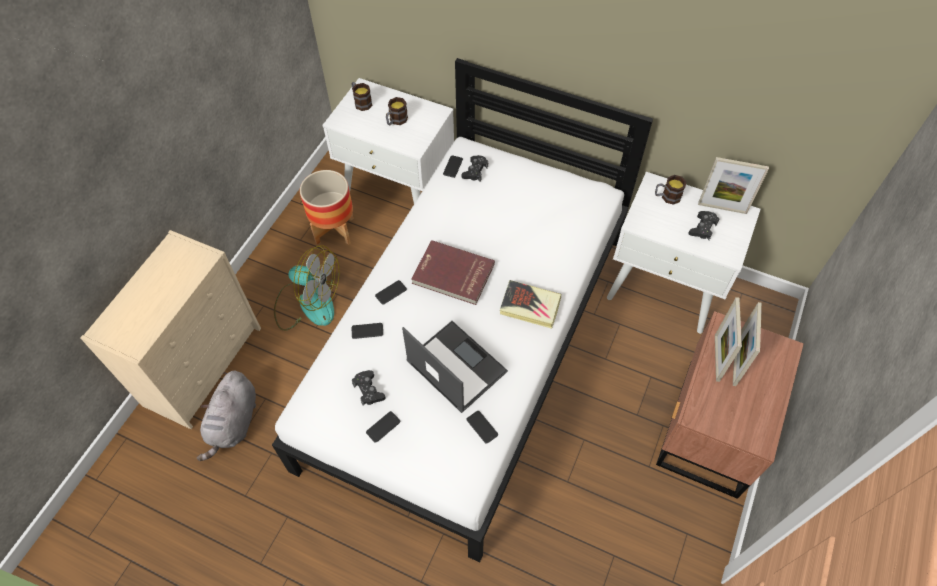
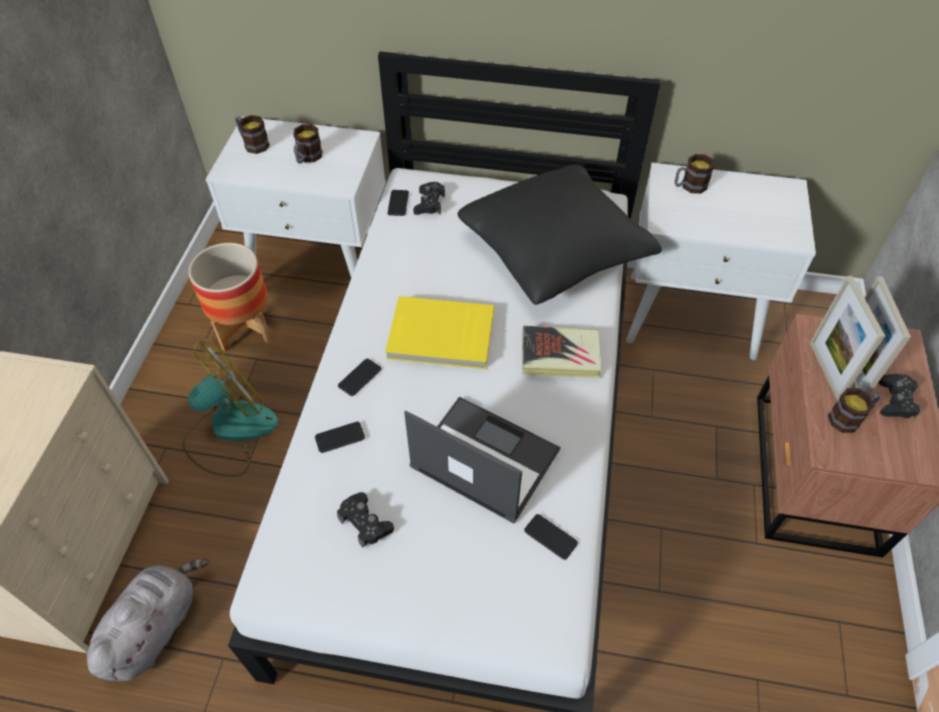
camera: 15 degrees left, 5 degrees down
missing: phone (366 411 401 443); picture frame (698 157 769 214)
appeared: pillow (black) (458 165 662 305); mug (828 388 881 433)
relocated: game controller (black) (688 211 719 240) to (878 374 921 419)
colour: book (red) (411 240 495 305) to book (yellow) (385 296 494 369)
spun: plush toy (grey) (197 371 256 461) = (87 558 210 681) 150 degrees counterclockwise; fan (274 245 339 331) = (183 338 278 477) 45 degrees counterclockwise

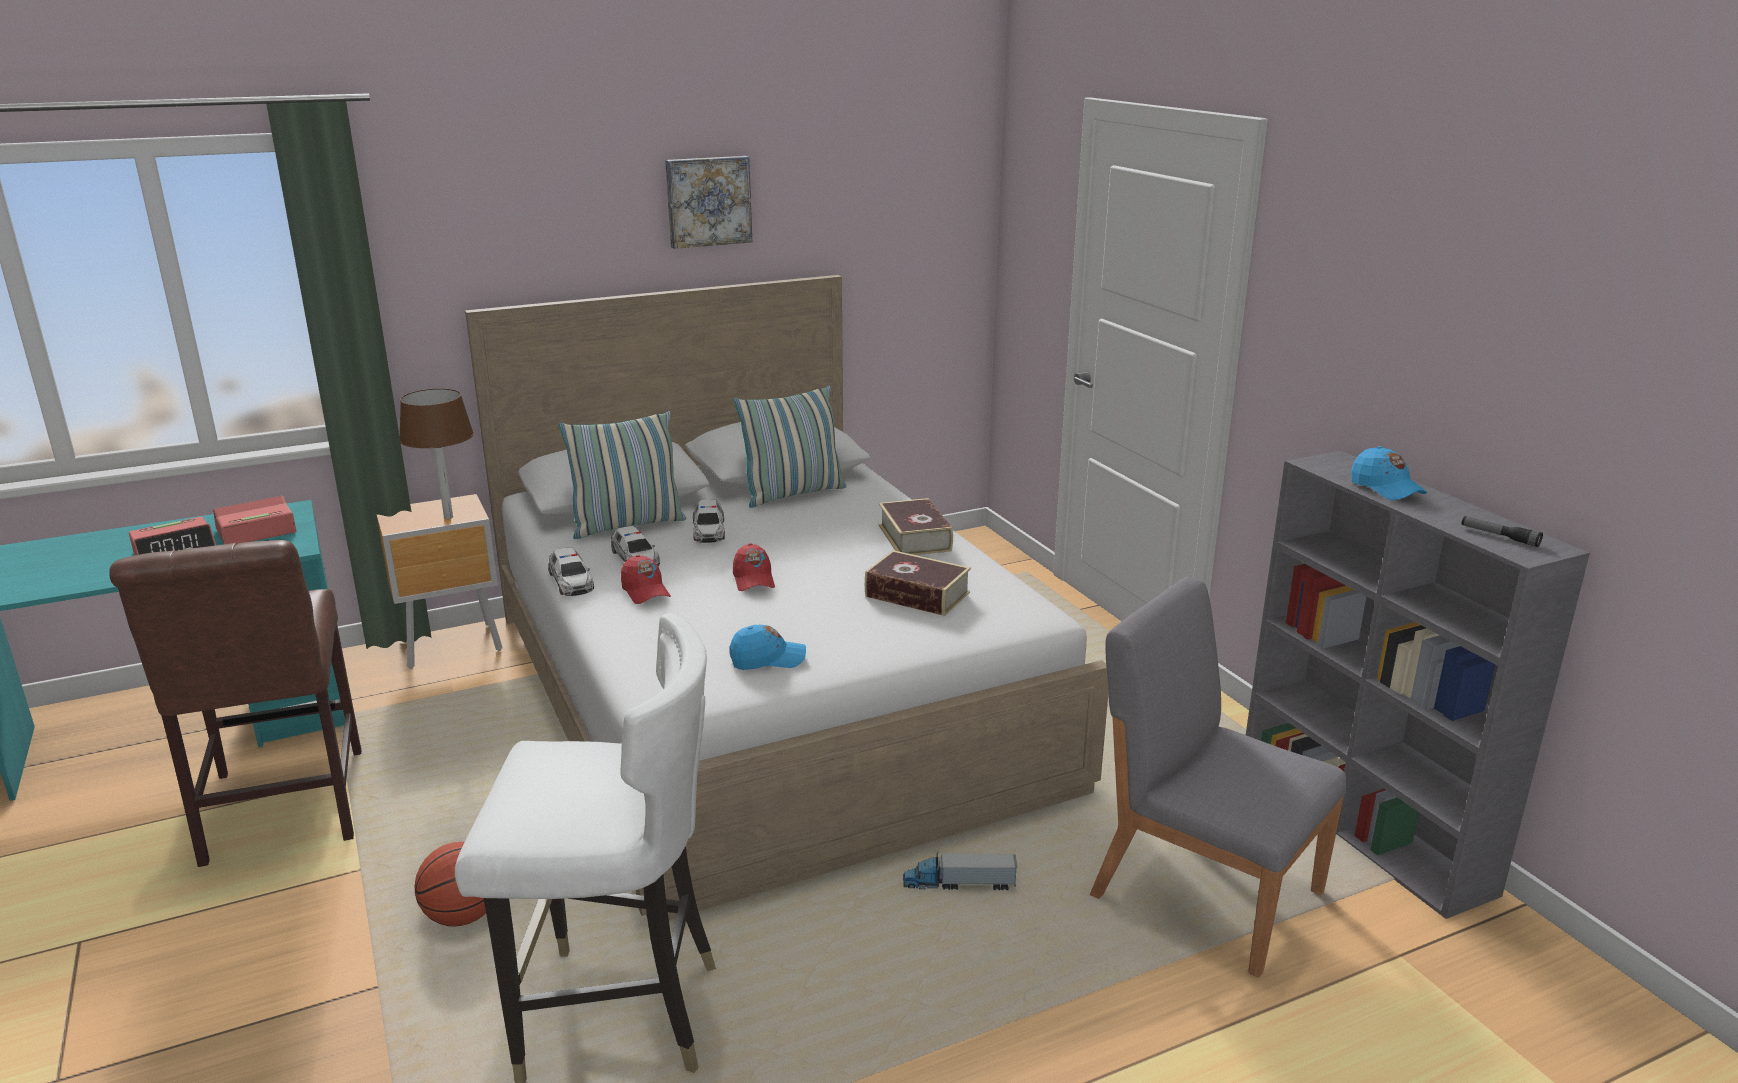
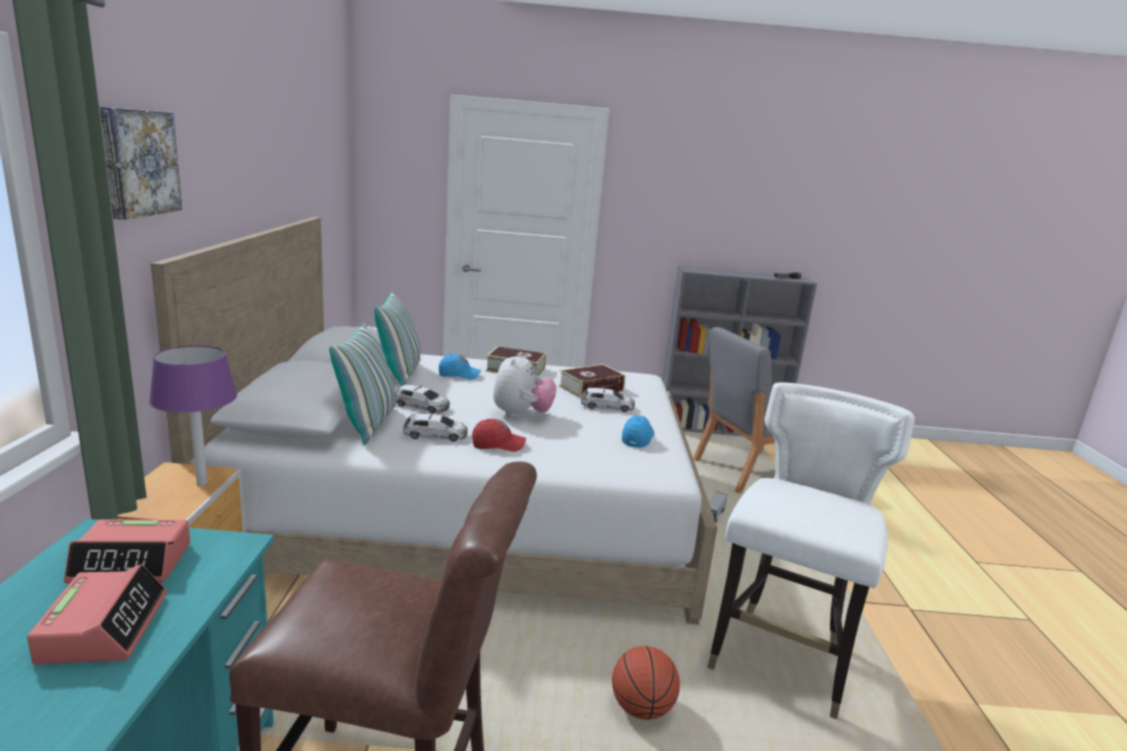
camera: 65 degrees left, 5 degrees down
relocated: picture (665 156 752 249) to (100 107 182 220); cap (blue) (1351 446 1427 500) to (439 354 481 380); toy car (548 547 594 596) to (581 388 635 412)
exchanged: cap (red) (733 543 775 591) to plush toy (493 352 556 418)
colour: table lamp (brown) (399 388 474 519) to table lamp (purple) (149 345 237 486)
spun: alarm clock (213 496 296 544) = (64 520 190 583) 90 degrees counterclockwise

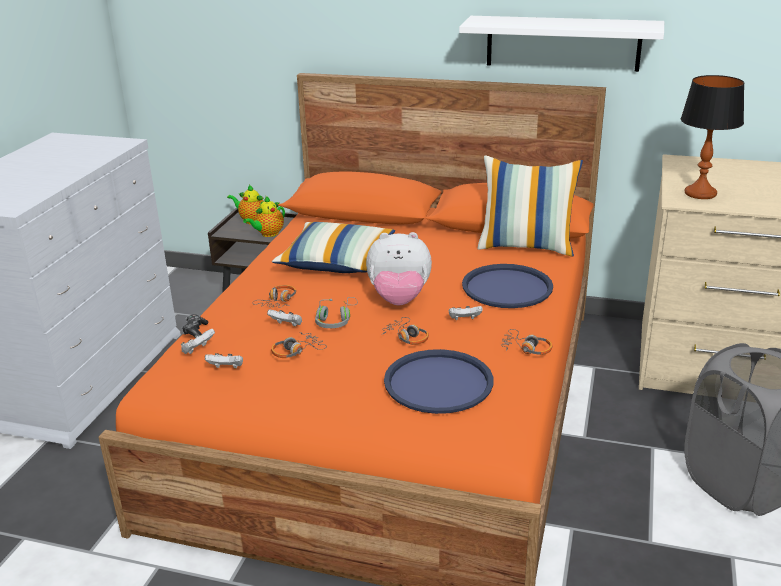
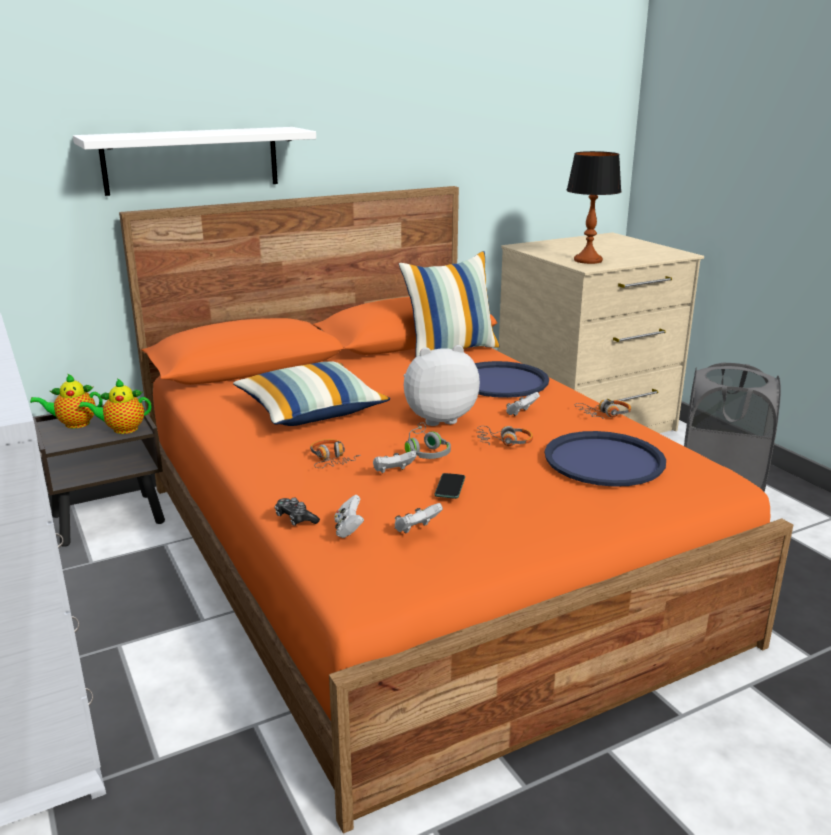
camera: 45 degrees left, 5 degrees down
relocated: shelf (white) (459 16 664 72) to (73 127 316 196)
exchanged: headphones (271 332 327 358) to phone (434 473 465 499)
spun: teapot (243 196 285 237) = (79 378 151 434) 75 degrees clockwise; plush toy (366 232 432 306) = (404 345 480 426) 150 degrees counterclockwise

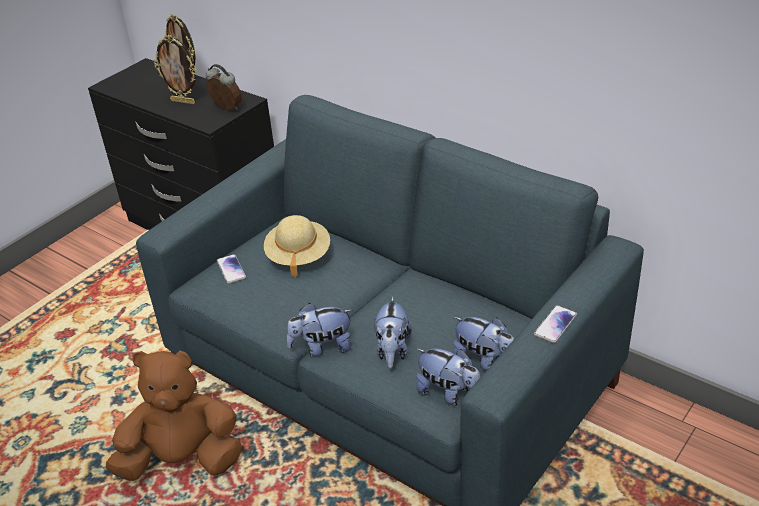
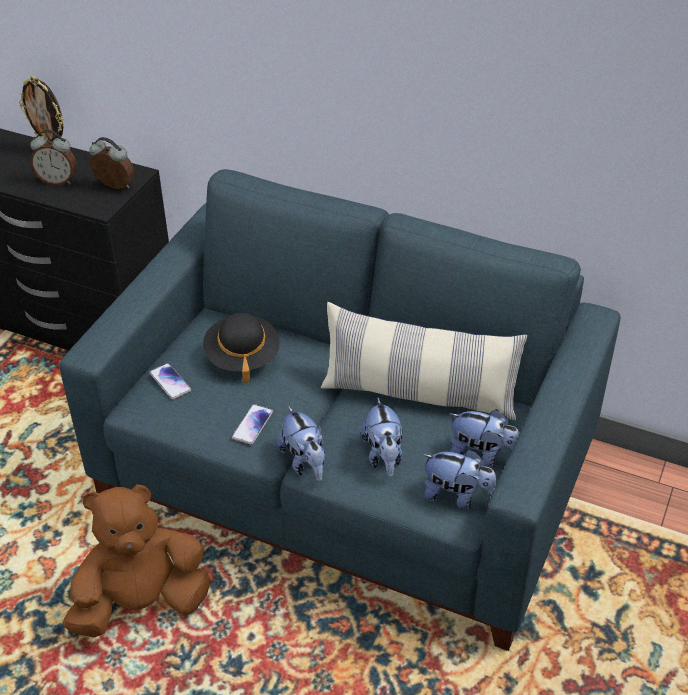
camera: 15 degrees left, 5 degrees up
appeared: pillow (321 302 527 421)
relocated: phone (534 305 577 343) to (232 404 273 444)
exchanged: picture frame (154 35 197 104) to alarm clock (30 130 76 186)
colour: hat (beige) (264 215 330 278) to hat (black) (203 313 279 383)
spun: plush toy (287 303 353 357) = (277 406 325 481) 90 degrees counterclockwise

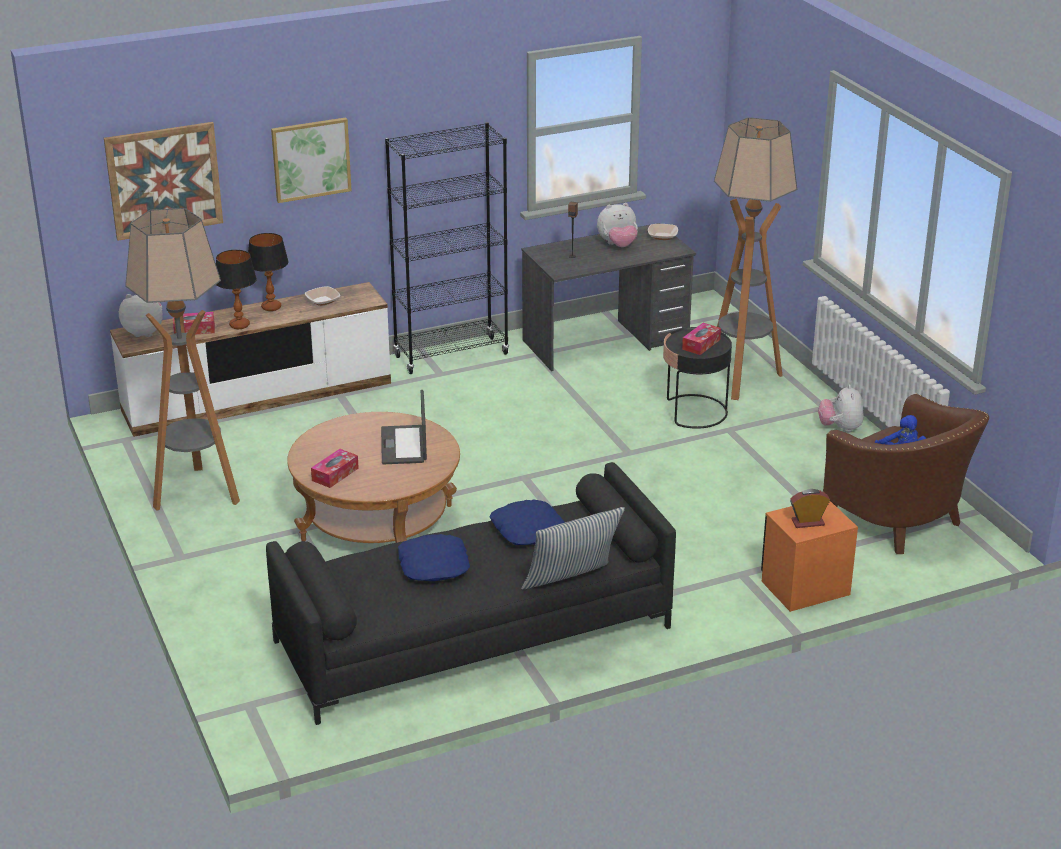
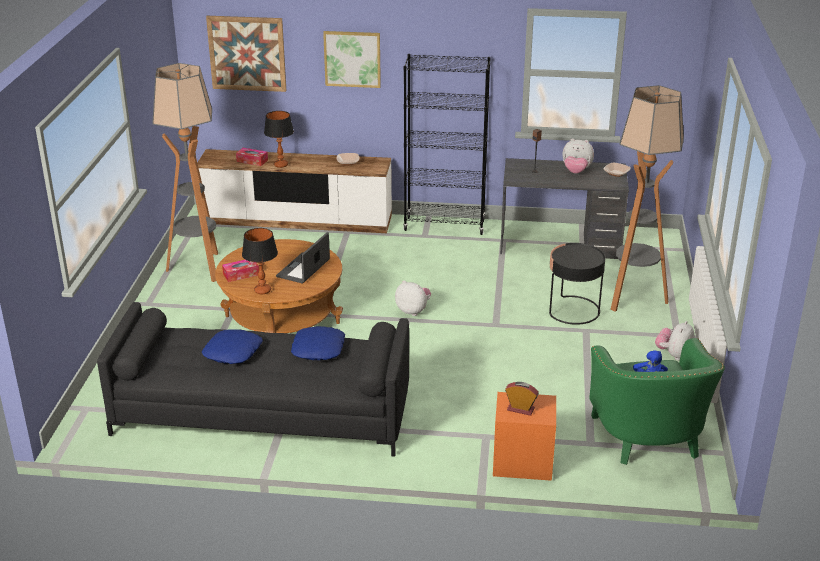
camera: 30 degrees right, 0 degrees up
missing: pillow (521 507 625 590); tissue box (682 323 721 355)
relocated: table lamp (248 233 289 311) to (242 228 278 294); plush toy (119 294 163 337) to (395 281 431 316)
colour: armchair (brown) (823 393 989 554) to armchair (green) (589 338 725 465)

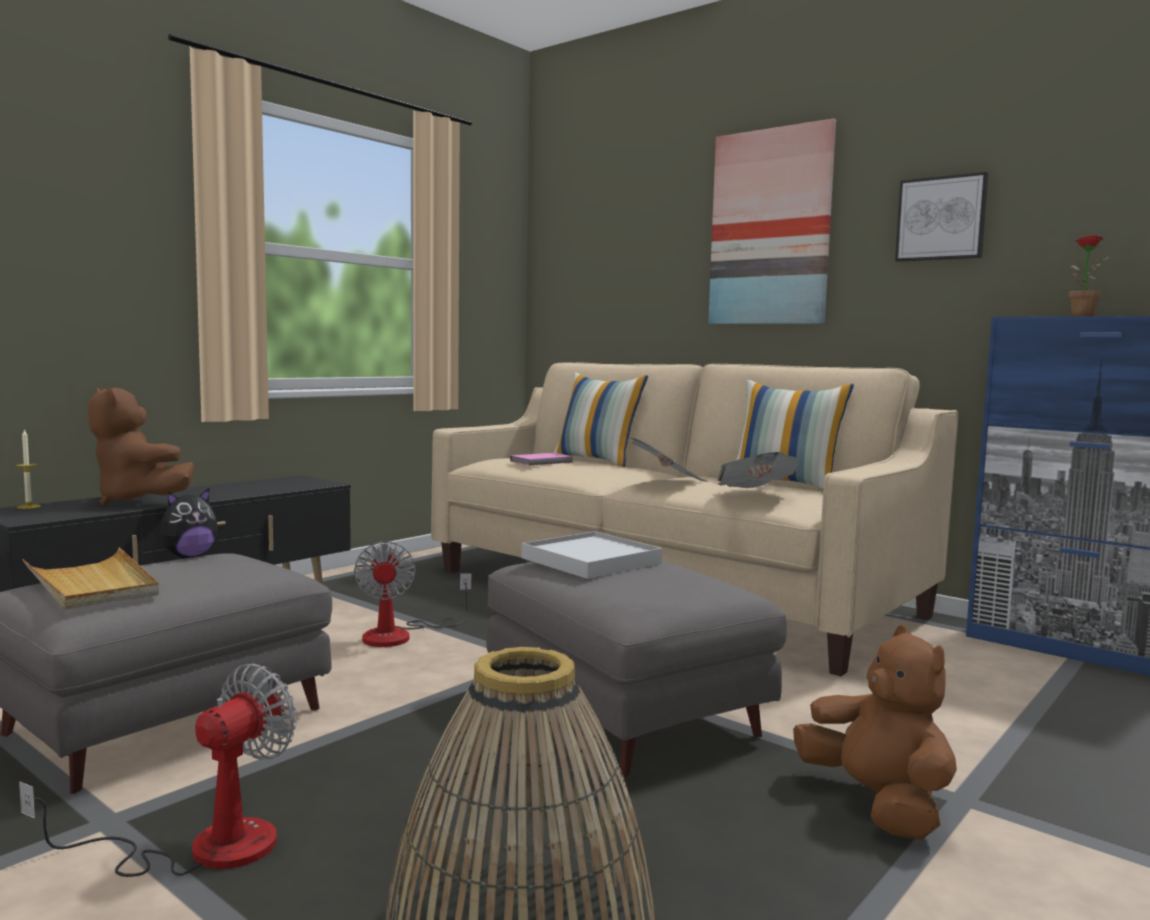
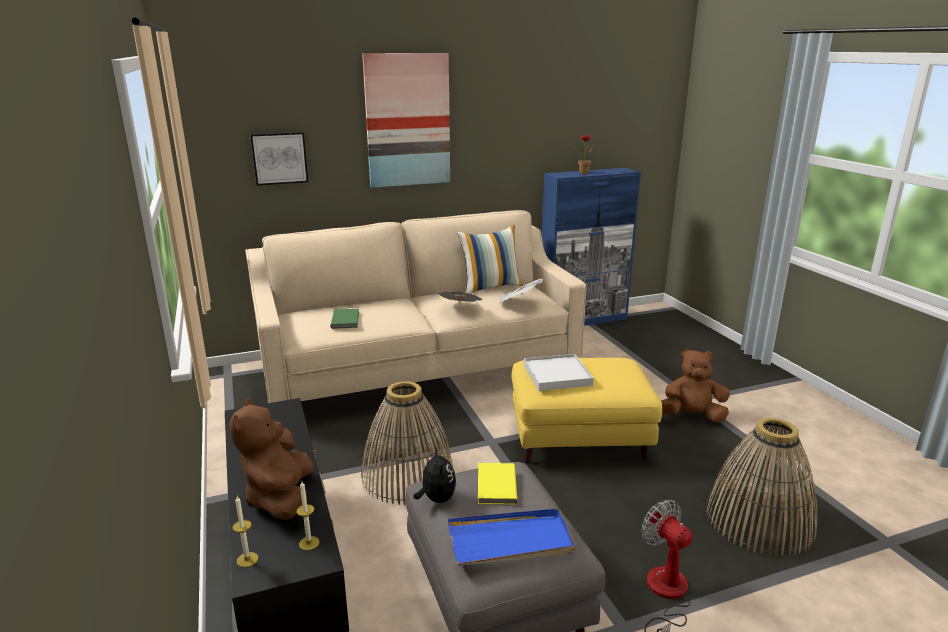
camera: 60 degrees left, 15 degrees up
missing: pillow (554 372 648 467)
appeared: candle (296 482 319 550); book (yellow) (478 463 517 504)
relocated: picture (895 172 989 262) to (250 132 308 186)
exchanged: fan (354 541 471 647) to basket (361 381 453 505)
colour: book (pink) (510 453 574 466) to book (green) (330 309 359 329); tray (beige) (22 548 159 610) to tray (blue) (448 508 576 566); ottoman (grey) (486 560 787 777) to ottoman (yellow) (511 358 662 463)
spun: plush toy (brown) (88 387 194 506) = (229 398 314 520) 105 degrees clockwise

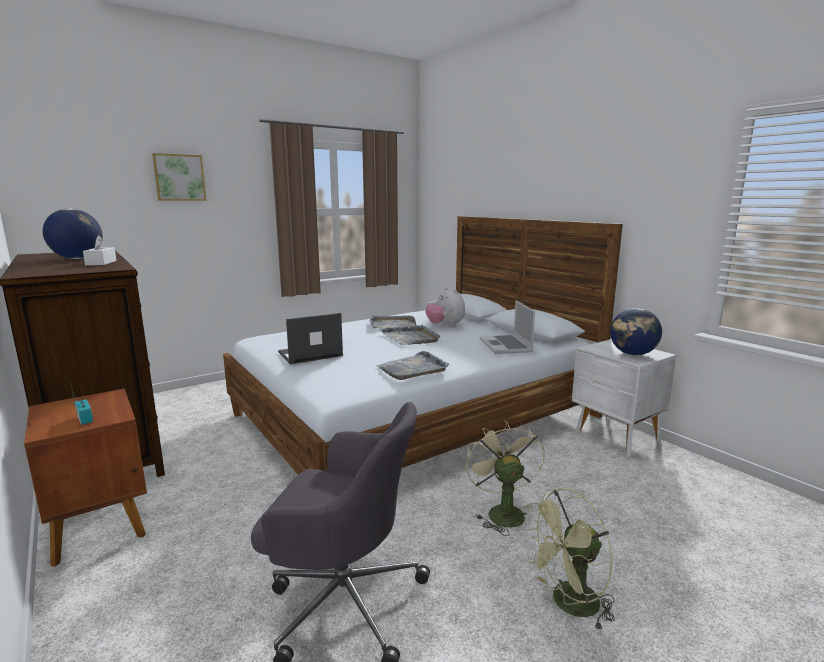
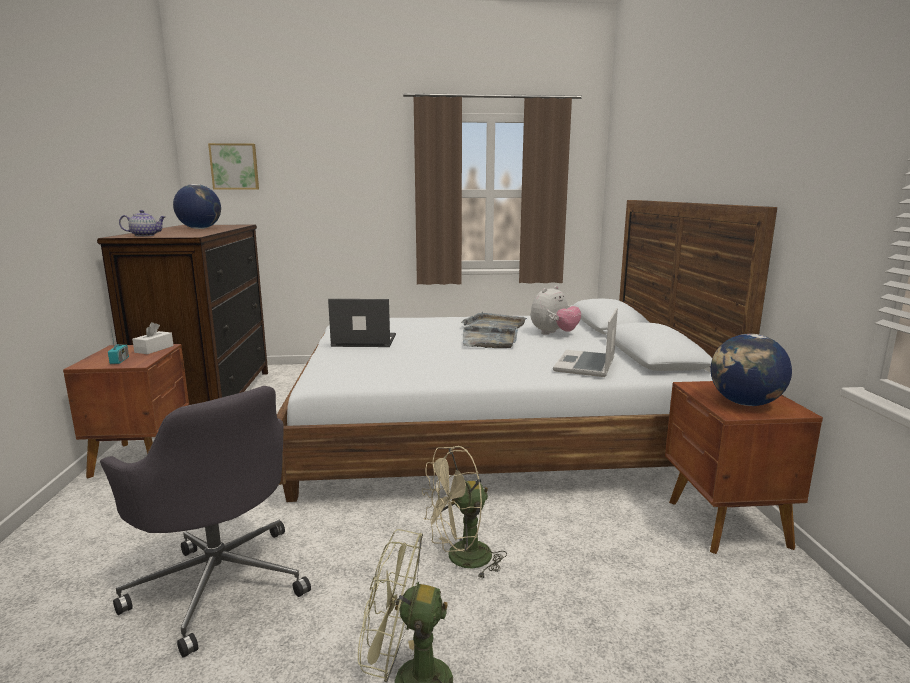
camera: 30 degrees right, 0 degrees up
missing: tray (grey) (376 351 449 380)
appeared: teapot (119 210 166 237)
relocated: tissue box (white) (83 235 117 265) to (132 322 174 354); picture (152 153 207 201) to (208 143 259 190)
colour: nightstand (white) (572 339 677 457) to nightstand (brown) (665 381 823 554)
spun: fan (beige) (465 421 545 536) = (422 446 507 579) 135 degrees counterclockwise; plush toy (426 287 465 327) = (531 286 581 335) 135 degrees counterclockwise

